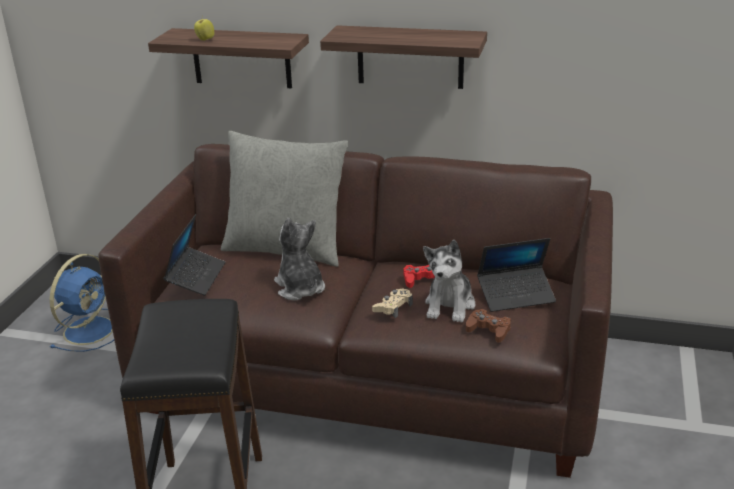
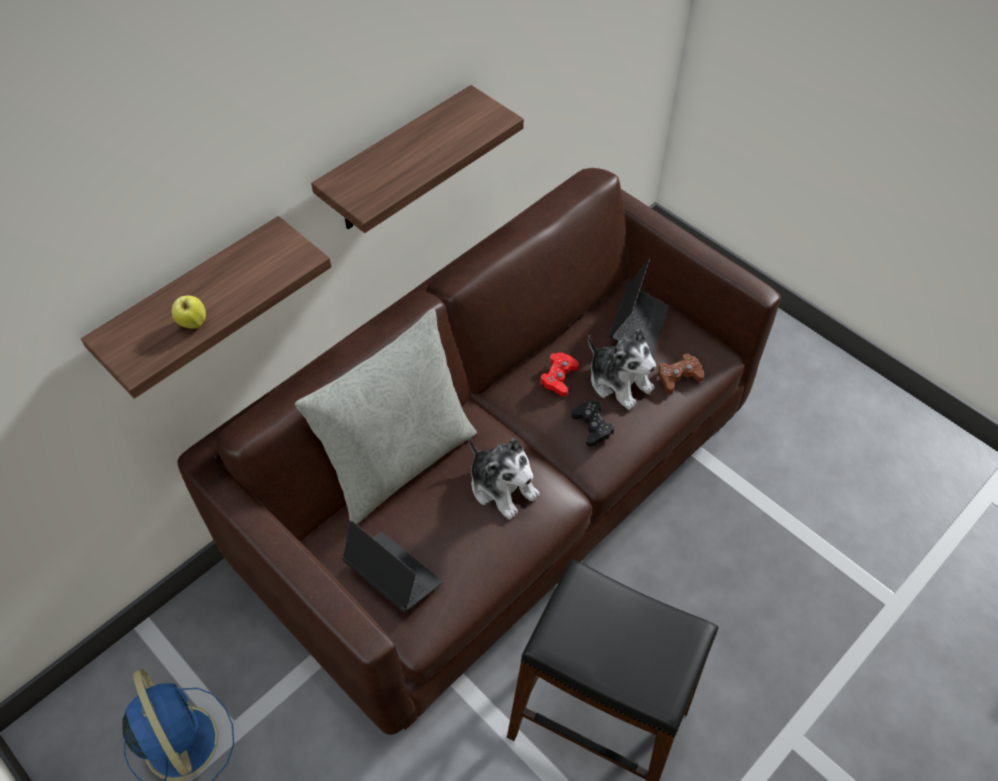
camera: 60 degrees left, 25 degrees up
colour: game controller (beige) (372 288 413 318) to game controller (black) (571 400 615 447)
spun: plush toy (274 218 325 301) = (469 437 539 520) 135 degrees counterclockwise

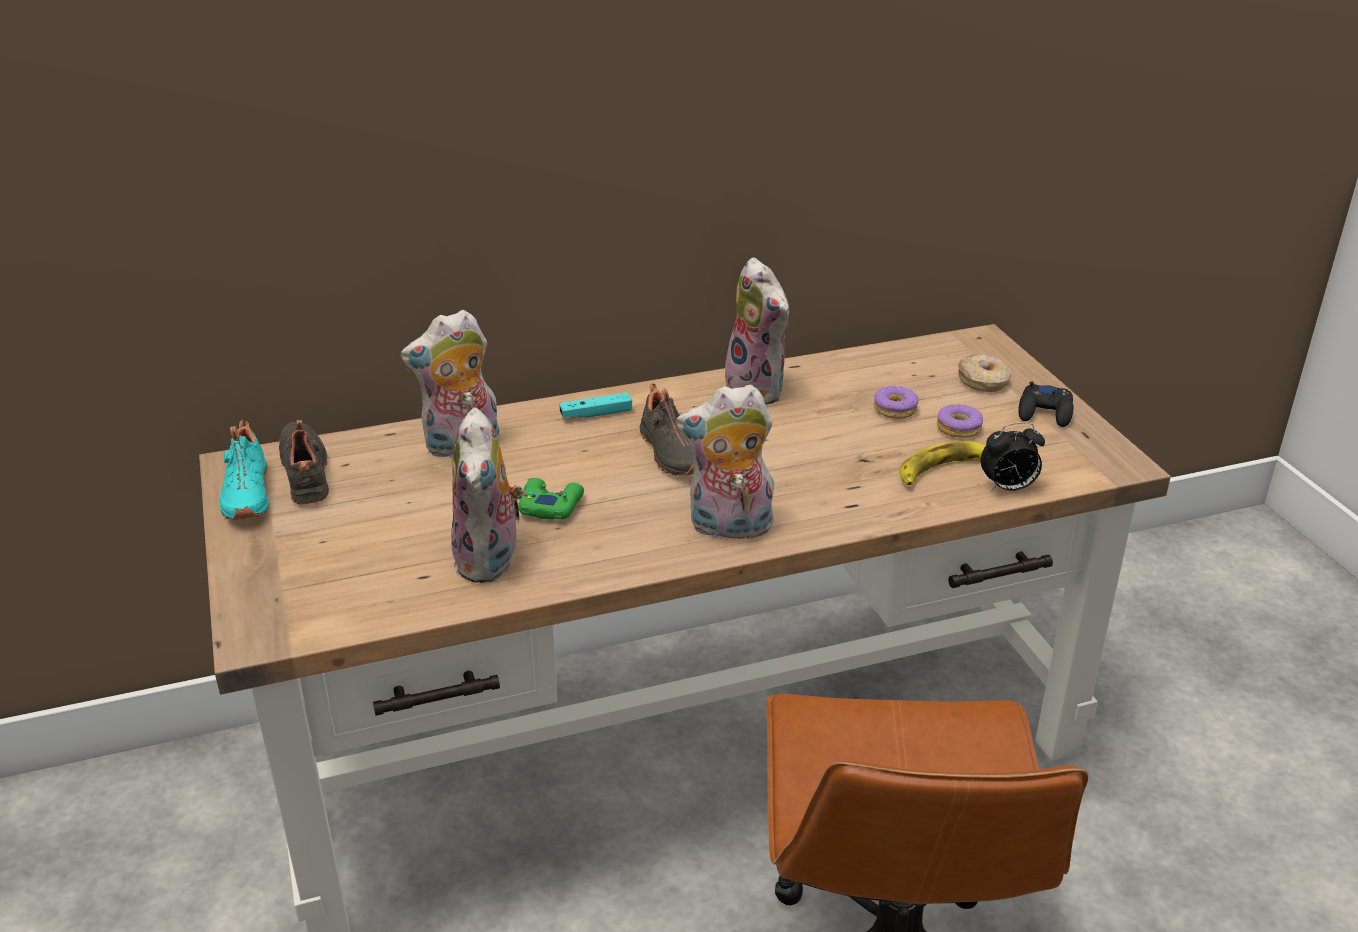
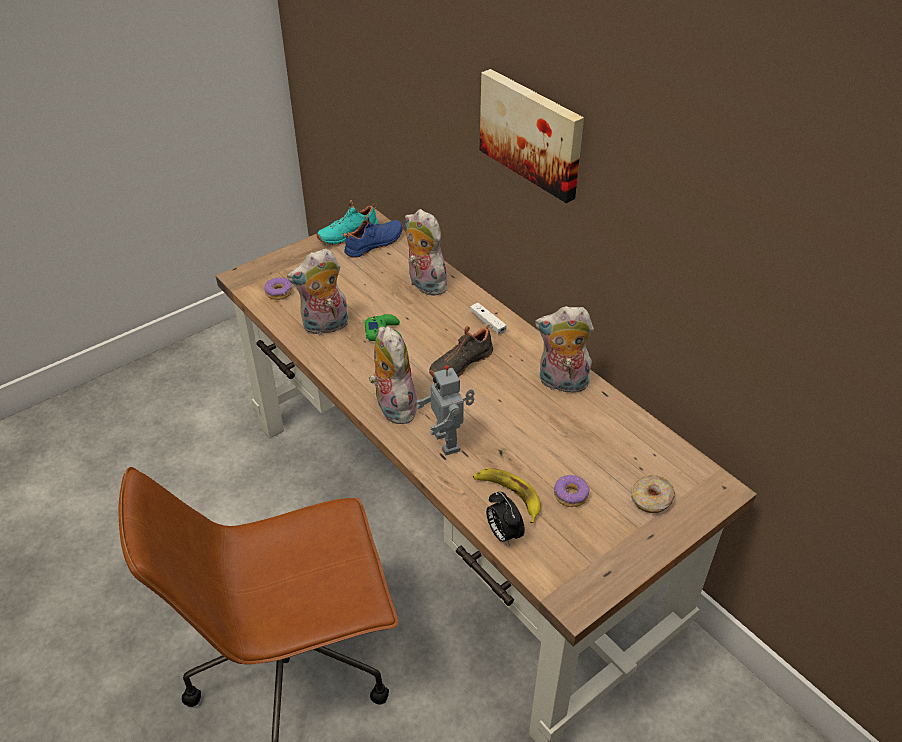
camera: 70 degrees right, 10 degrees up
missing: game controller (black) (1018 382 1074 427)
appeared: toy robot (416 365 475 455); picture (480 69 584 203)
relocated: donut (874 386 918 419) to (264 278 292 300)
colour: shoe (black) (279 420 329 504) to shoe (blue) (343 215 403 258); game controller (turquoise) (559 392 632 419) to game controller (white) (470 303 507 335)
spun: plush toy (725 257 790 405) = (535 306 594 393) 60 degrees clockwise

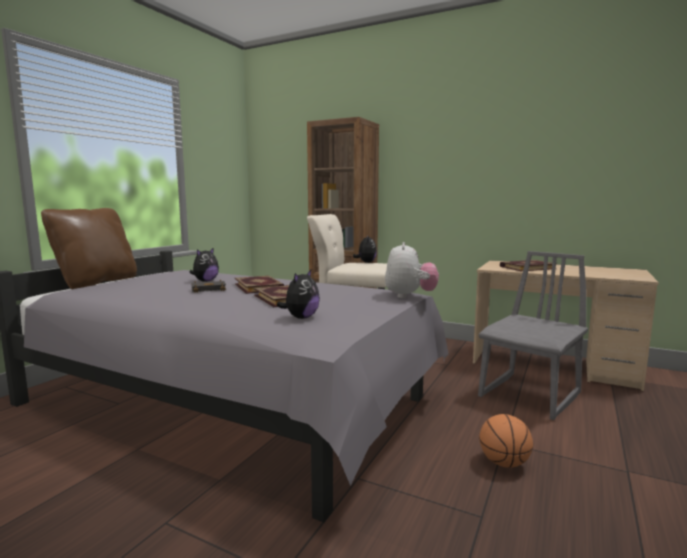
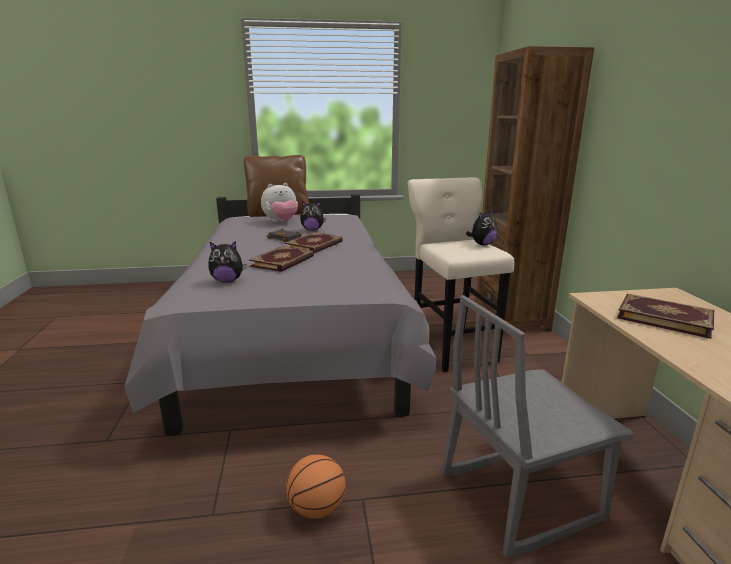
camera: 55 degrees right, 10 degrees up
relocated: plush toy (385 242 439 299) to (261 183 298 222)
spun: chair (grey) (478 251 588 420) = (441 295 634 558) 150 degrees clockwise

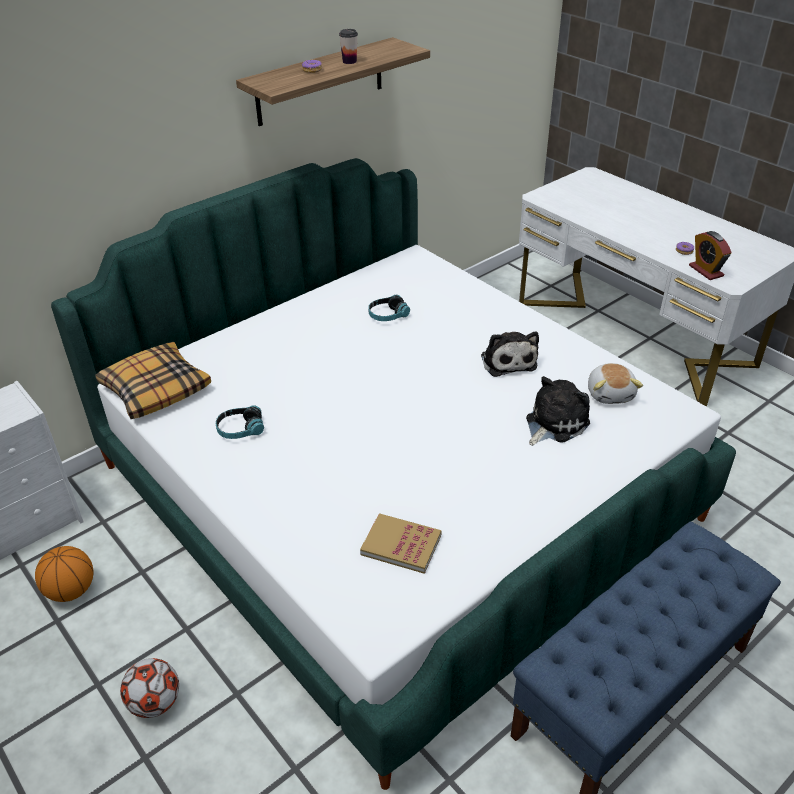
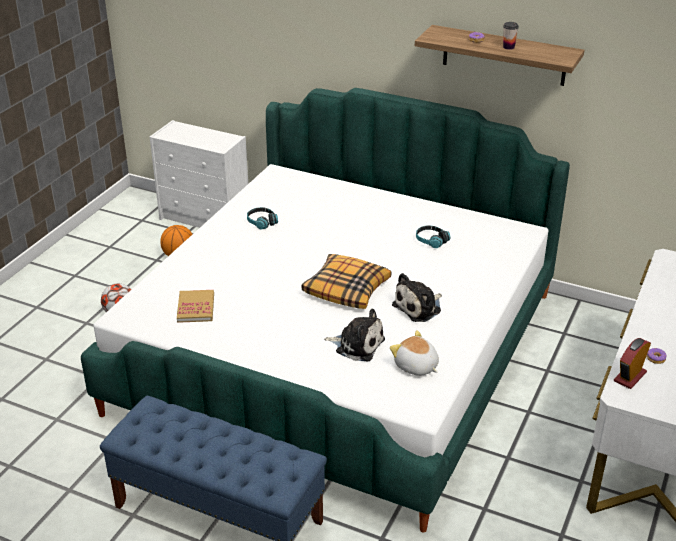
camera: 65 degrees right, 5 degrees down
relocated: pillow (95 342 211 419) to (302 254 391 309)
spun: plush toy (588 363 643 404) = (390 330 439 376) 75 degrees clockwise

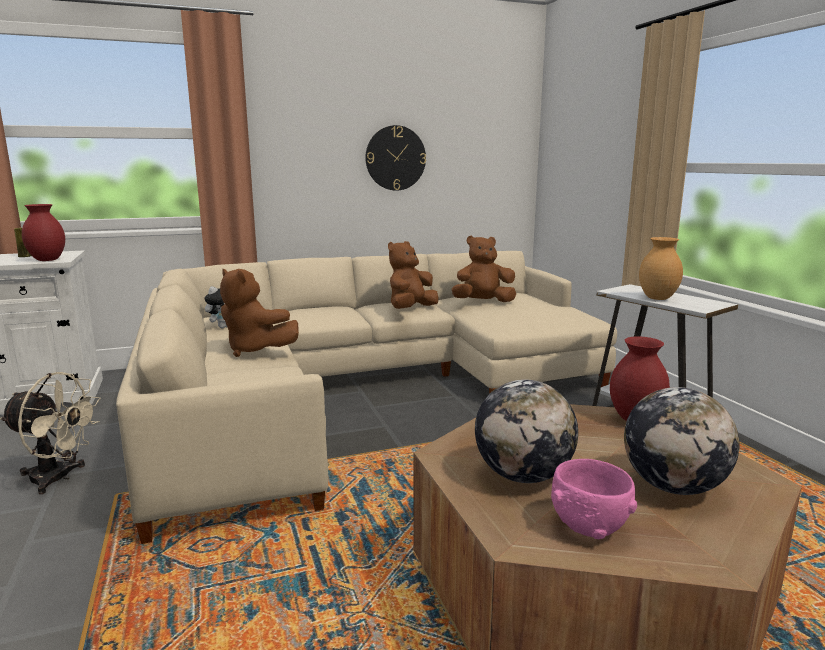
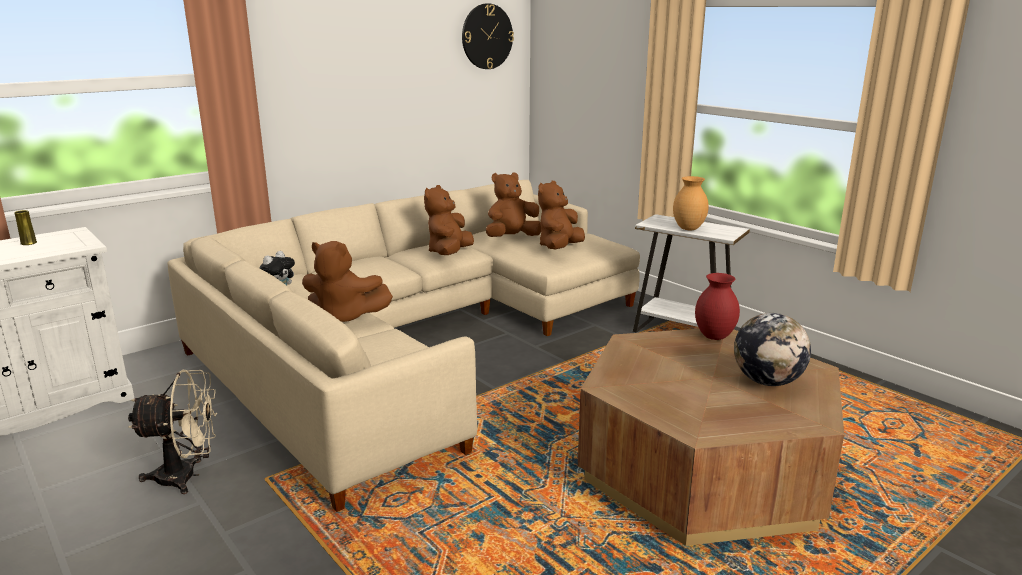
camera: 20 degrees left, 5 degrees up
missing: vase (red) (22 204 65 261); globe (475 379 578 483); bowl (pink) (551 459 637 539)
appeared: plush toy (brown) (538 181 585 249)
relocated: wall clock (365 125 426 191) to (462 3 514 69)

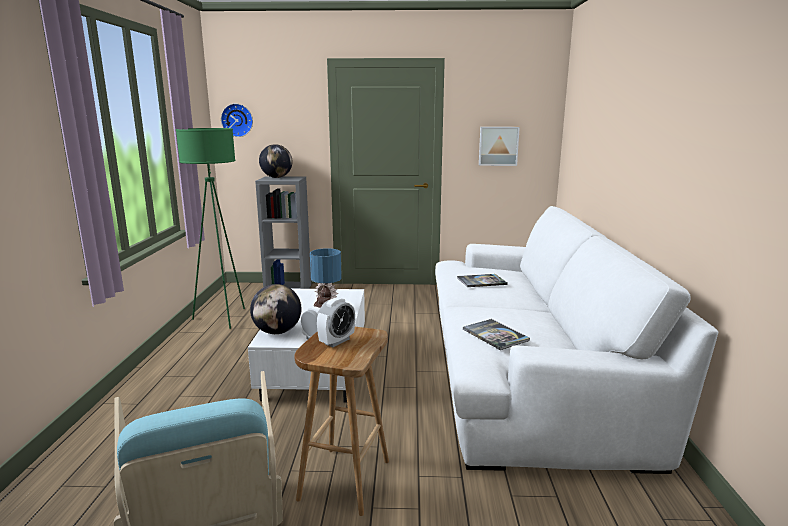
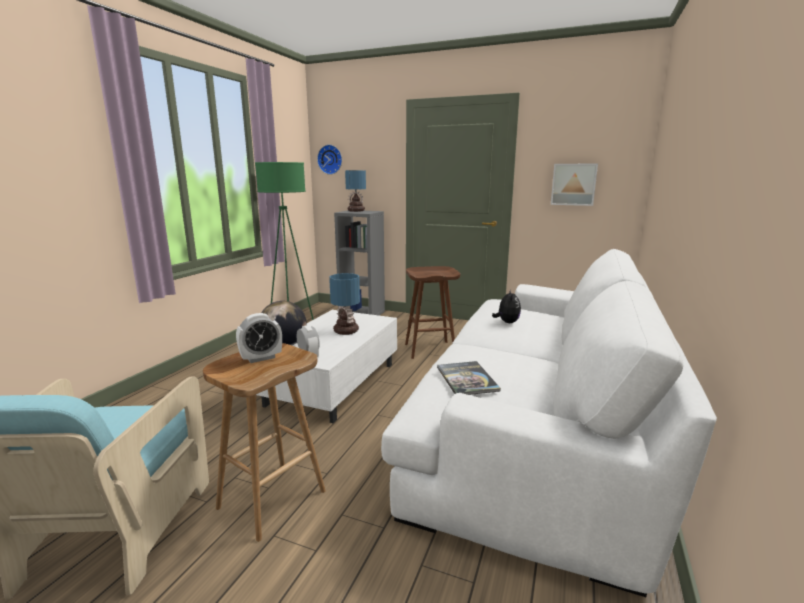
camera: 20 degrees right, 0 degrees up
appeared: stool (brown) (405 266 460 359)
exchanged: globe (259 144 292 178) to table lamp (345 170 366 212); book (457 274 508 287) to plush toy (492 289 521 323)

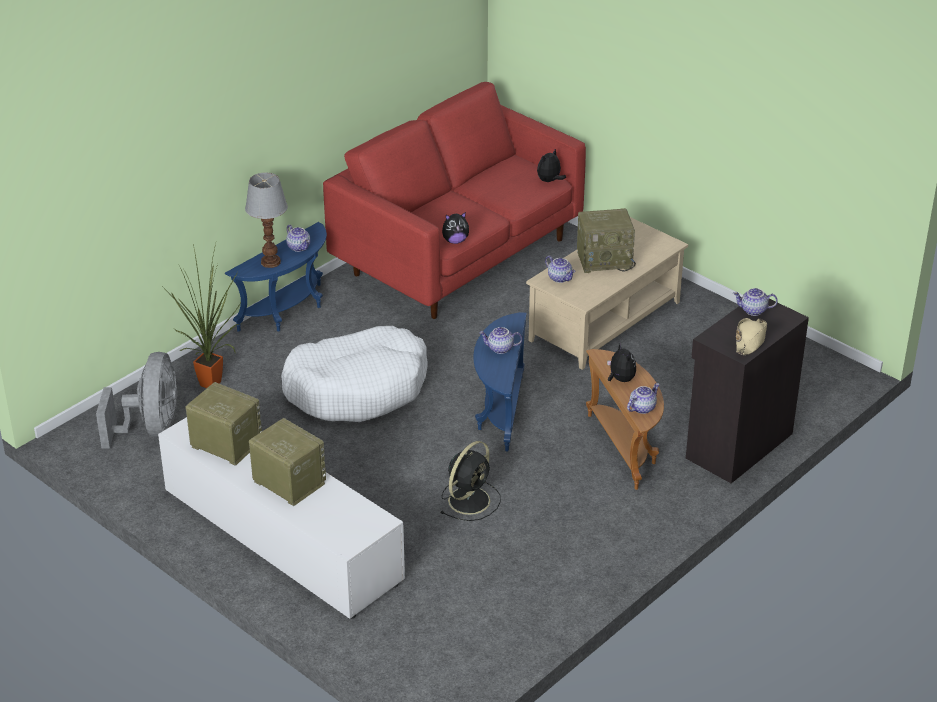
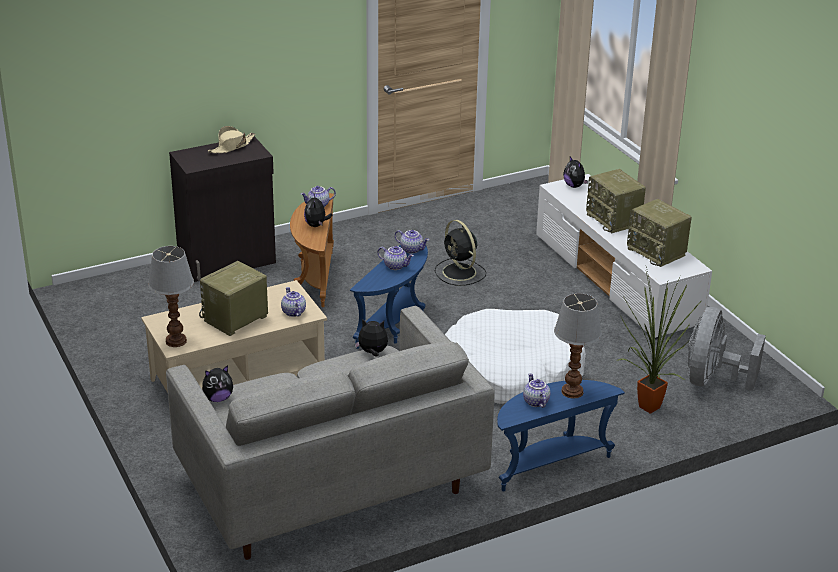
camera: 160 degrees left, 5 degrees down
appeared: table lamp (148 246 194 347); plush toy (563 157 588 188)
relocated: teapot (733 288 778 316) to (395 230 429 254)
colour: sofa (red) (323 82 586 319) to sofa (grey) (166 306 495 560)
spun: radio (577 208 636 273) = (199 261 268 336) 60 degrees counterclockwise; fan (black) (440 441 501 521) = (435 220 486 286) 90 degrees counterclockwise

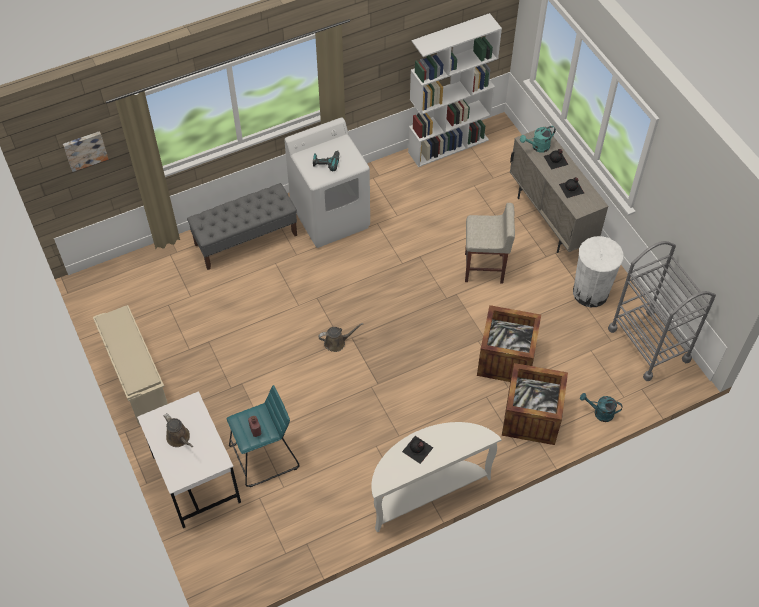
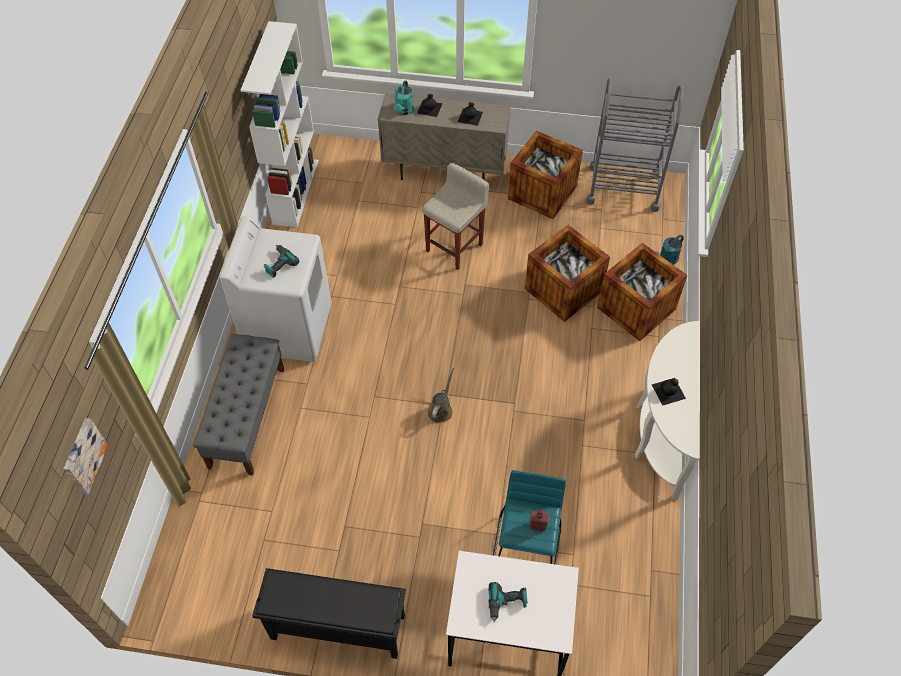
camera: 55 degrees left, 0 degrees up
exchanged: watering can (brown) (163 413 193 447) to power drill (488 582 528 623); trash can (white) (573 236 624 307) to crate (508 130 583 219)
colour: shoe rack (beige) (93 305 168 425) to shoe rack (black) (252 568 406 659)

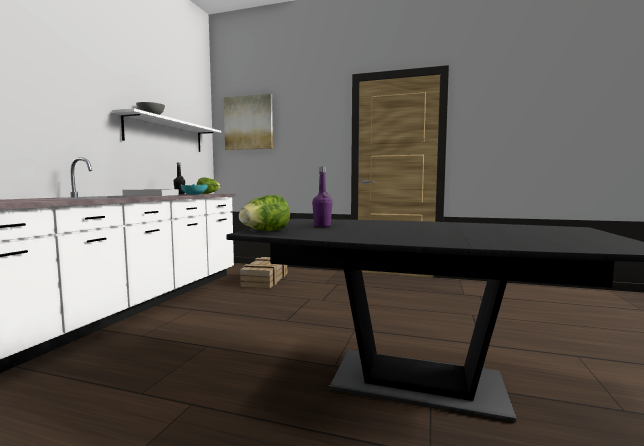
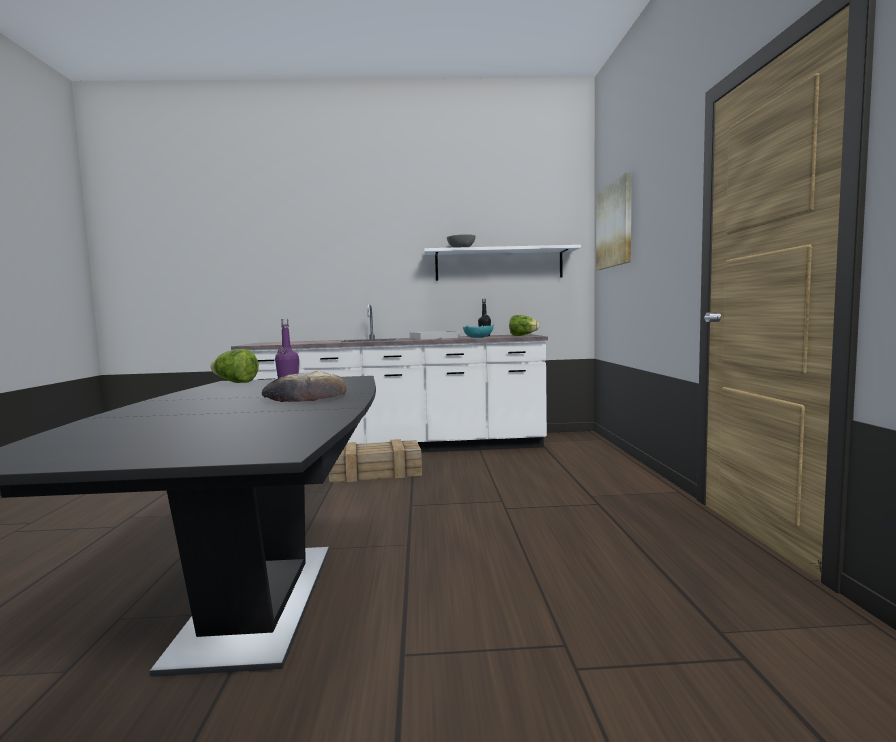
camera: 70 degrees right, 0 degrees up
appeared: bread (262 371 347 402)
relocated: crate (240 257 287 289) to (329 439 422 483)

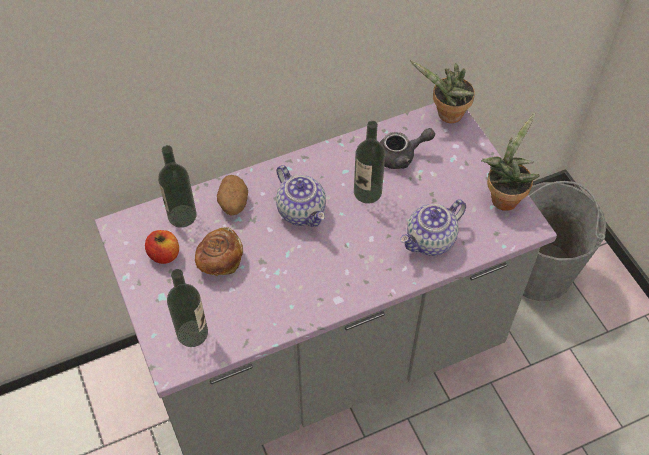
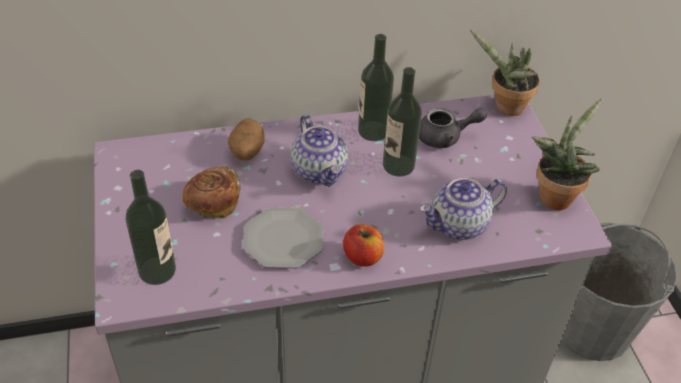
camera: 10 degrees right, 10 degrees down
appeared: plate (243 208 323 268)
relocated: apple (145 230 179 264) to (343 224 384 267); bottle (158 145 197 228) to (358 34 394 141)

